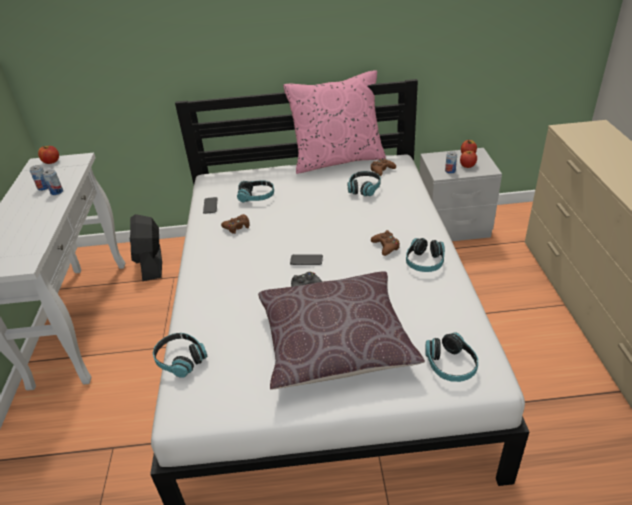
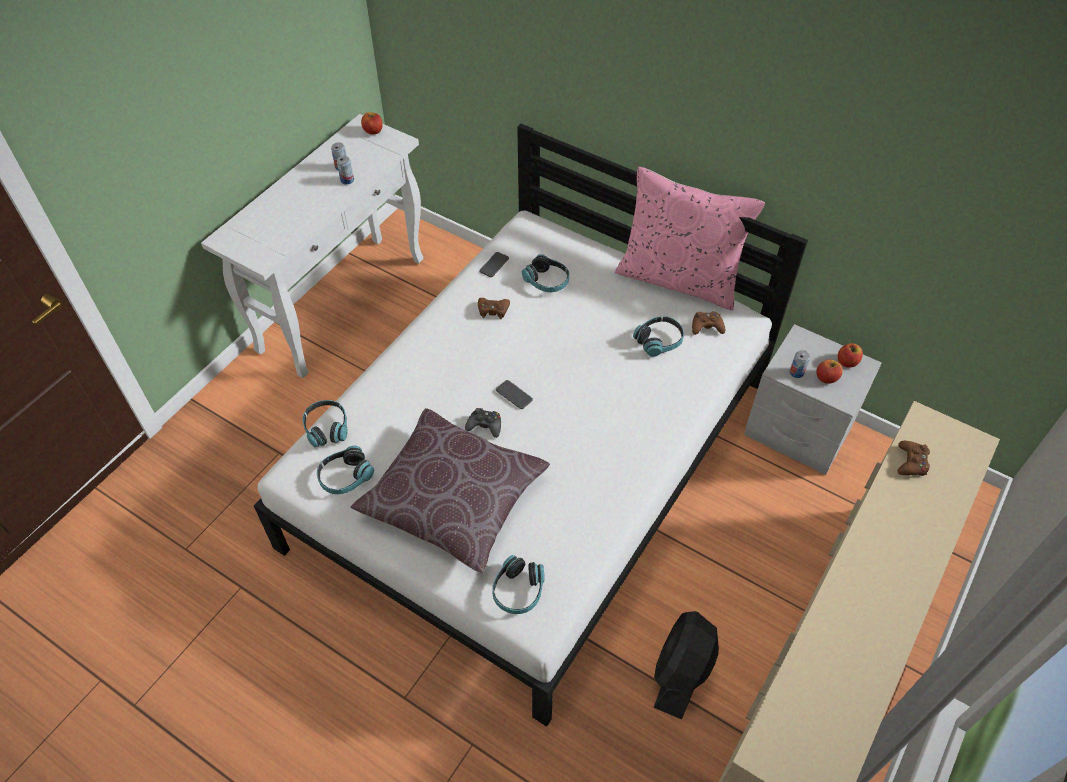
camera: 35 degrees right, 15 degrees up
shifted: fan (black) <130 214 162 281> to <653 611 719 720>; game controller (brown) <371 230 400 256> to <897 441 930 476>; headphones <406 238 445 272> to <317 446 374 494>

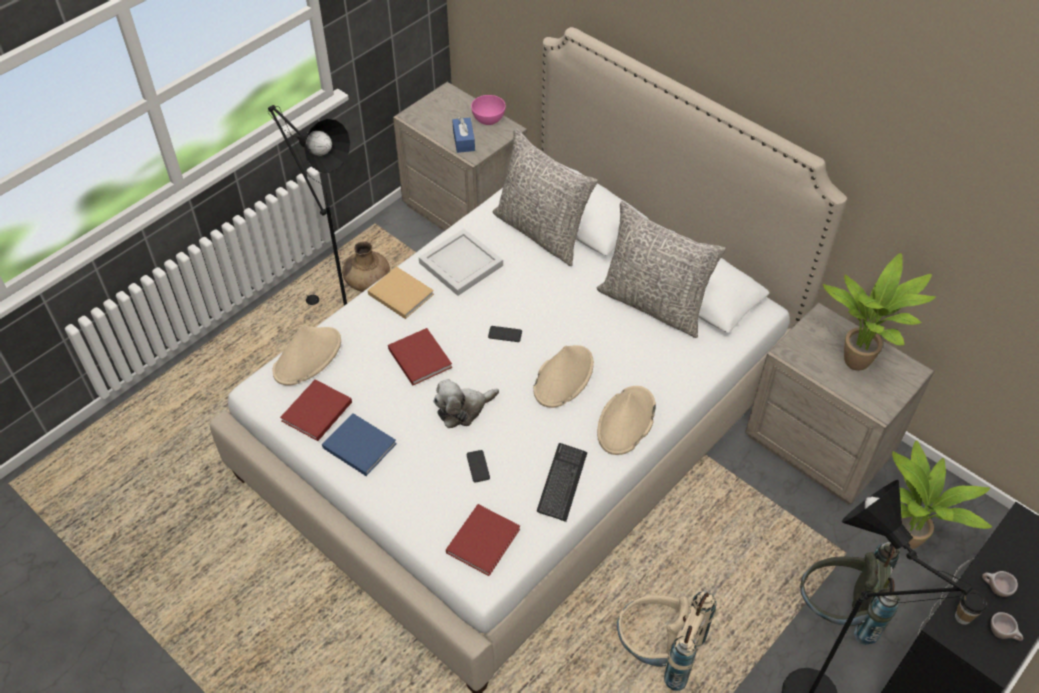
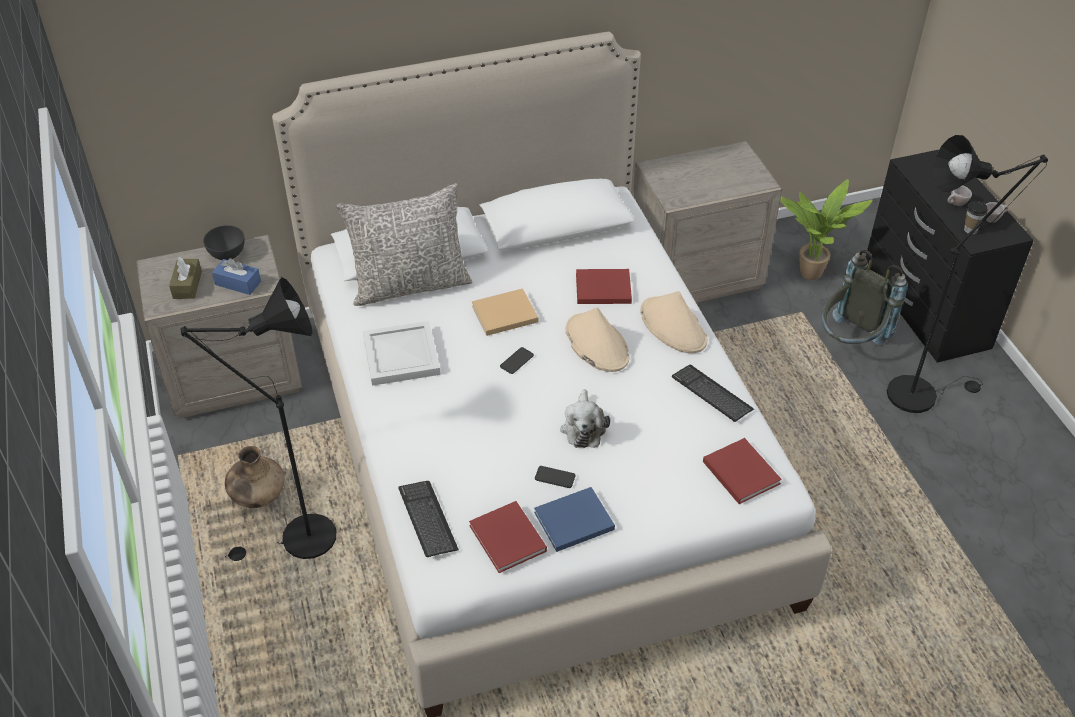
camera: 60 degrees left, 5 degrees down
gone: pillow (grey) <597 201 726 338>; backpack (beige) <617 591 717 691>; potted plant <823 253 936 371>
new: tissue box (brown) <169 257 202 299>
shifted: book (beige) <367 266 434 319> to <472 288 538 336>; book (red) <388 328 452 386> to <576 269 632 304>; phone <467 450 490 482> to <535 466 575 488>
swapped: hat (beige) <272 325 341 386> to keyboard <399 481 459 557>
repainted: bowl (pink) <471 95 506 125> to bowl (grey) <203 225 245 260>

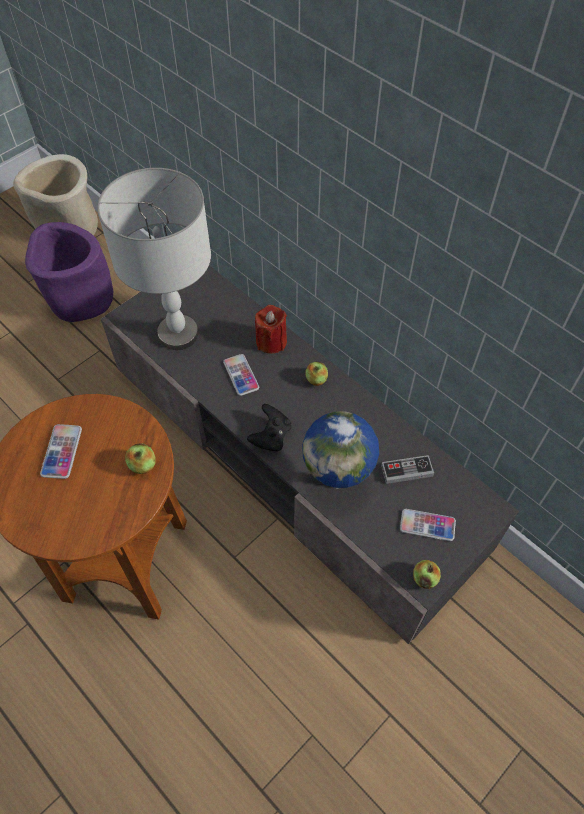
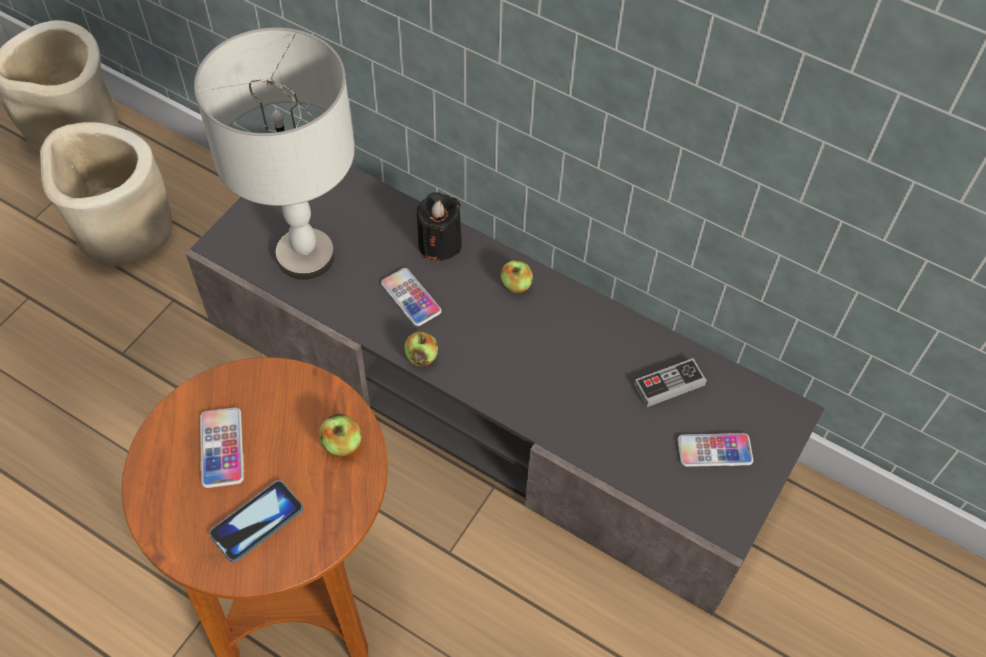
camera: 15 degrees left, 0 degrees up
gone: game controller (black) <247 404 291 451>; globe <302 411 379 489>
new: phone <209 480 303 562>
shifted: apple <413 560 441 589> to <404 331 438 366>
repainted: planter (purple) <25 222 113 322> to planter (beige) <40 122 172 267>; candle (red) <255 305 287 354> to candle (black) <417 192 462 261>

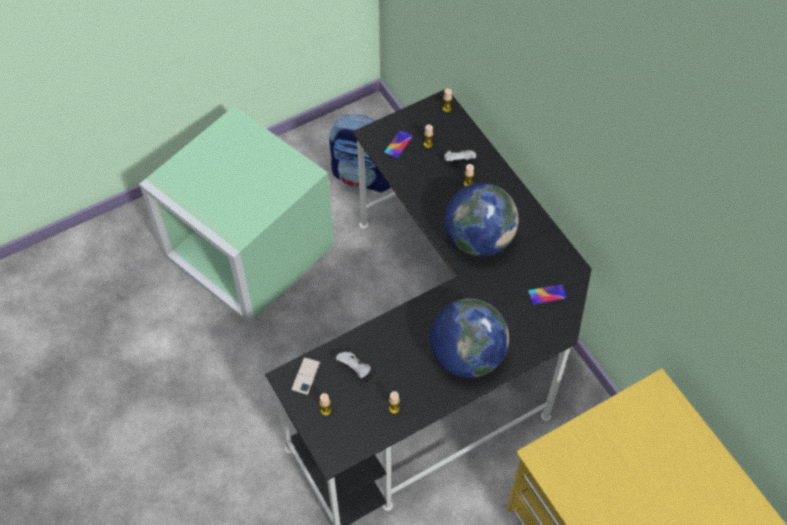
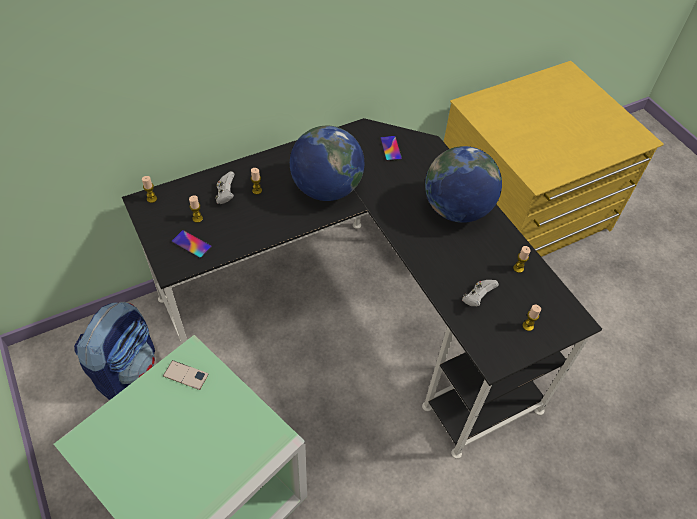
camera: 90 degrees left, 5 degrees down
shifted: phone <291 357 321 395> to <163 360 209 390>

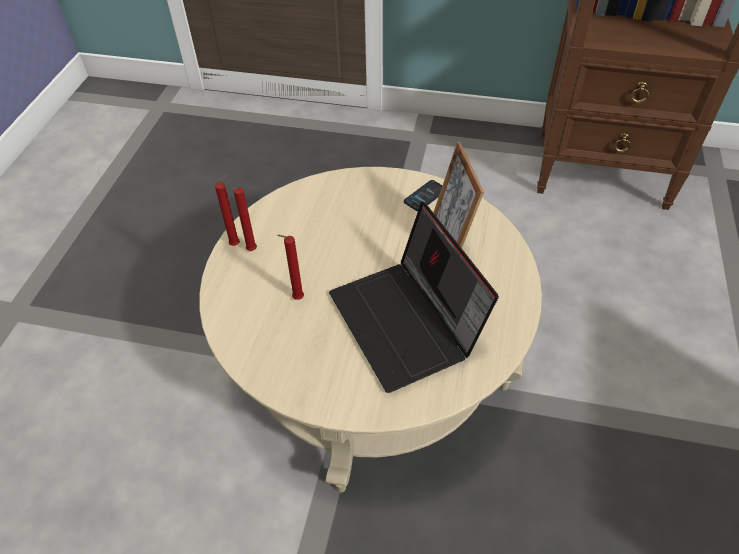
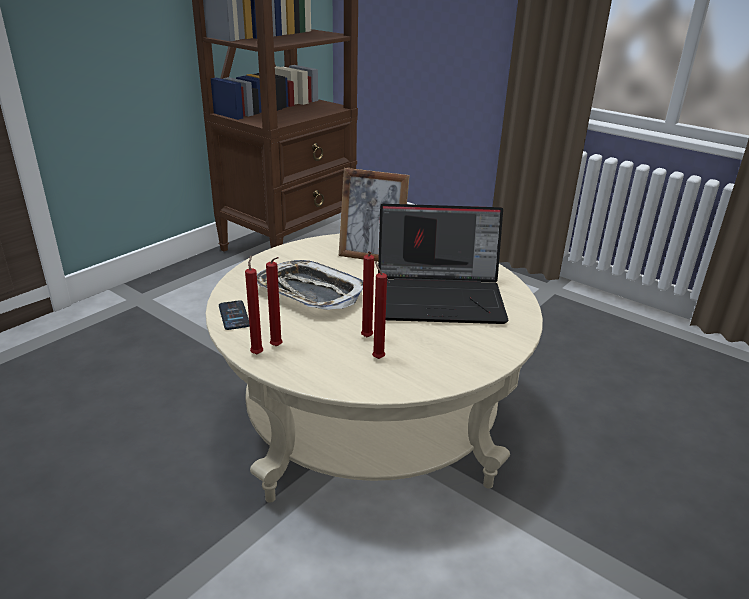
camera: 65 degrees left, 20 degrees down
new: tray <257 260 363 310>; candle (red) <372 261 387 359>
shifted: phone <404 180 443 211> to <219 300 249 330>

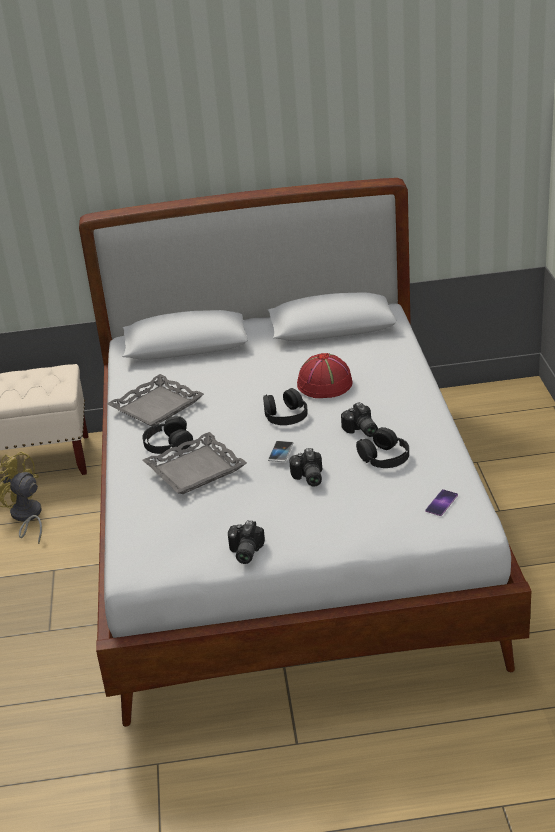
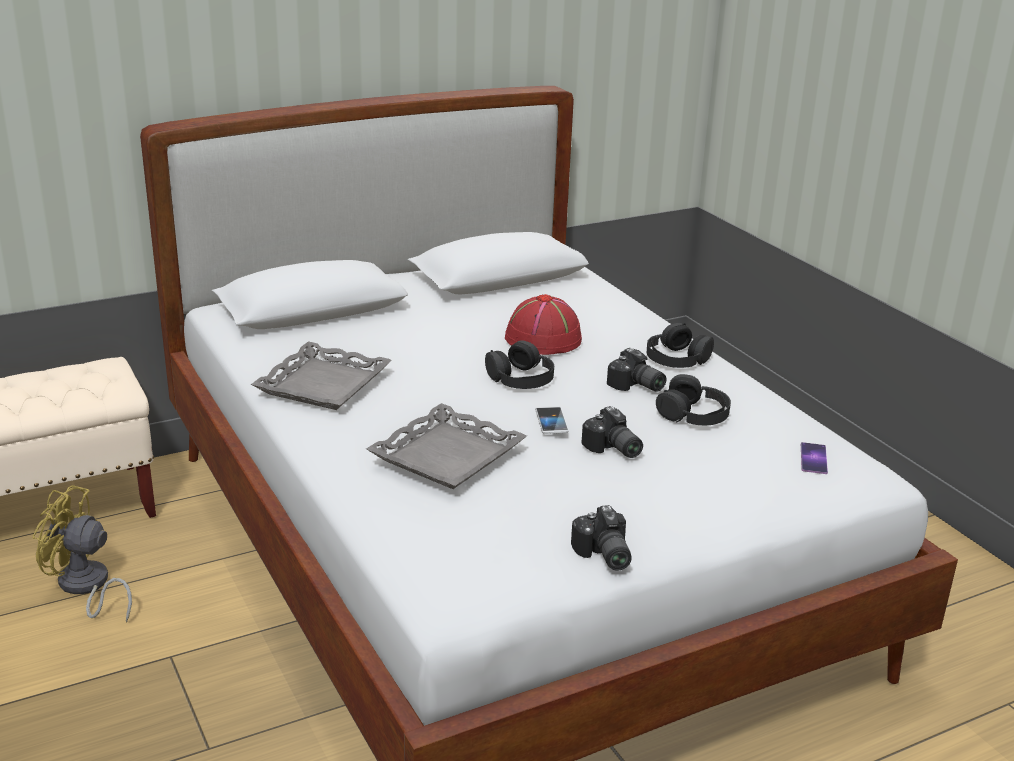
camera: 25 degrees left, 5 degrees down
shifted: headphones (black) <142 416 193 454> to <647 323 714 368>

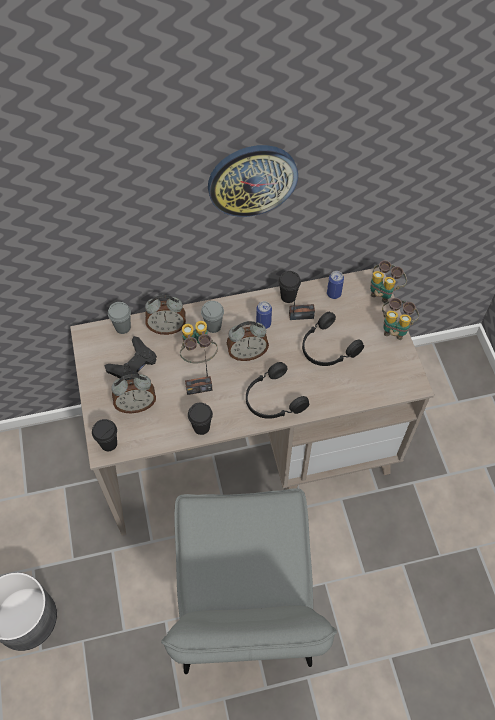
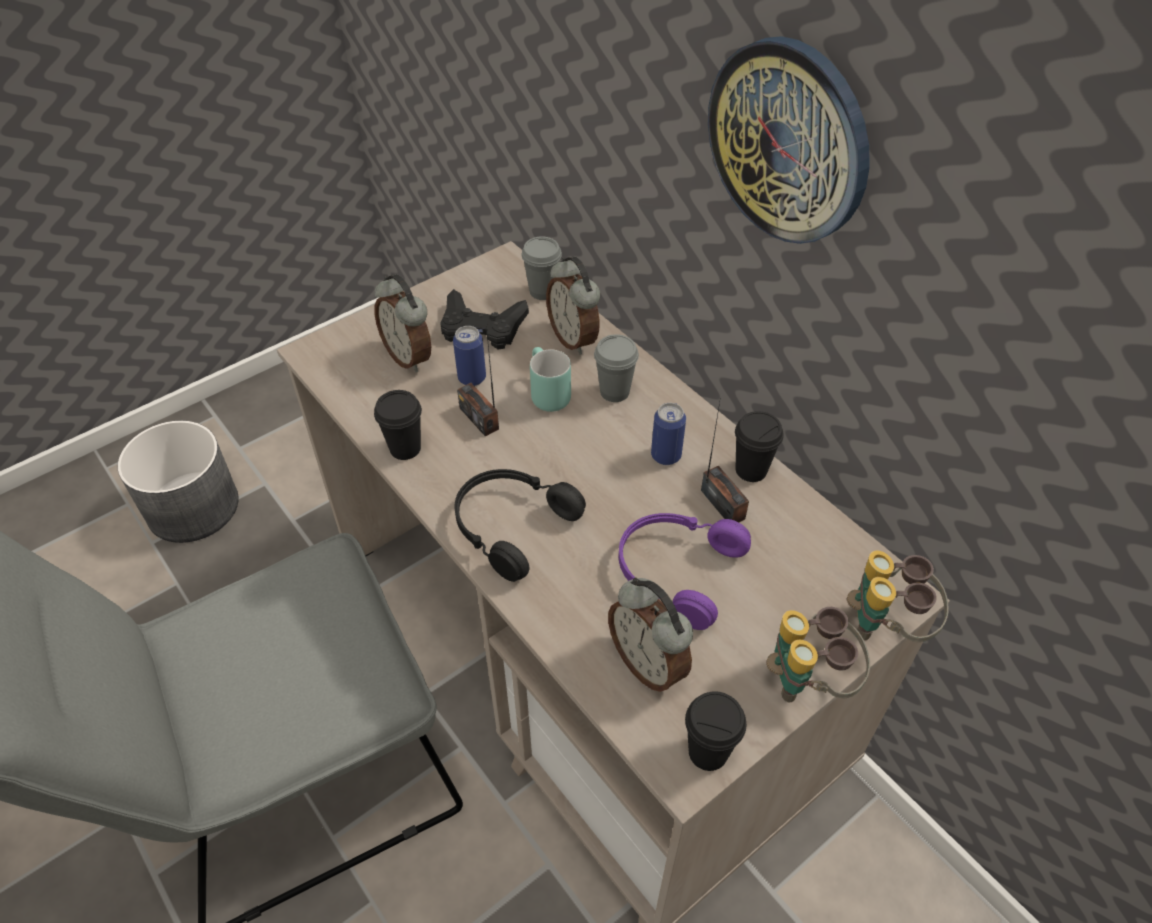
camera: 65 degrees right, 10 degrees down
shifted: cup (black) <92 419 117 451> to <685 691 746 771>; alarm clock <227 321 269 361> to <608 577 693 692>; can <327 271 344 299> to <453 326 486 386>
swapped: binoculars <180 321 218 364> to mug (turquoise) <530 347 571 412>
repainted: headphones (black) <302 312 364 366> to headphones (purple) <619 513 751 630>

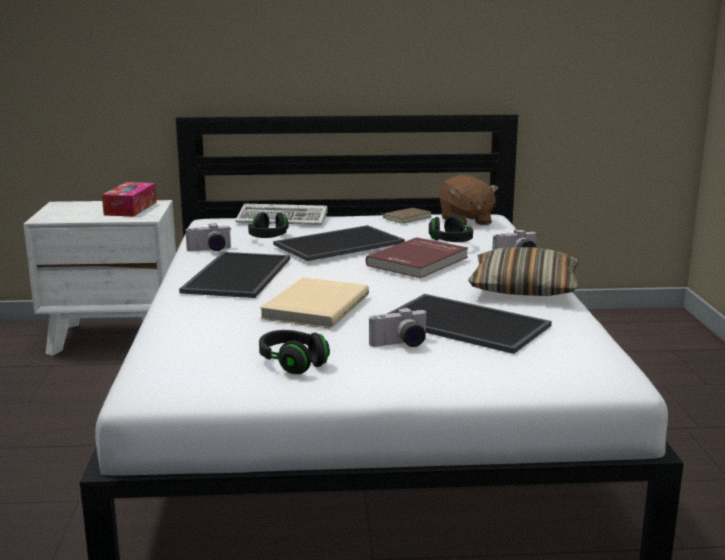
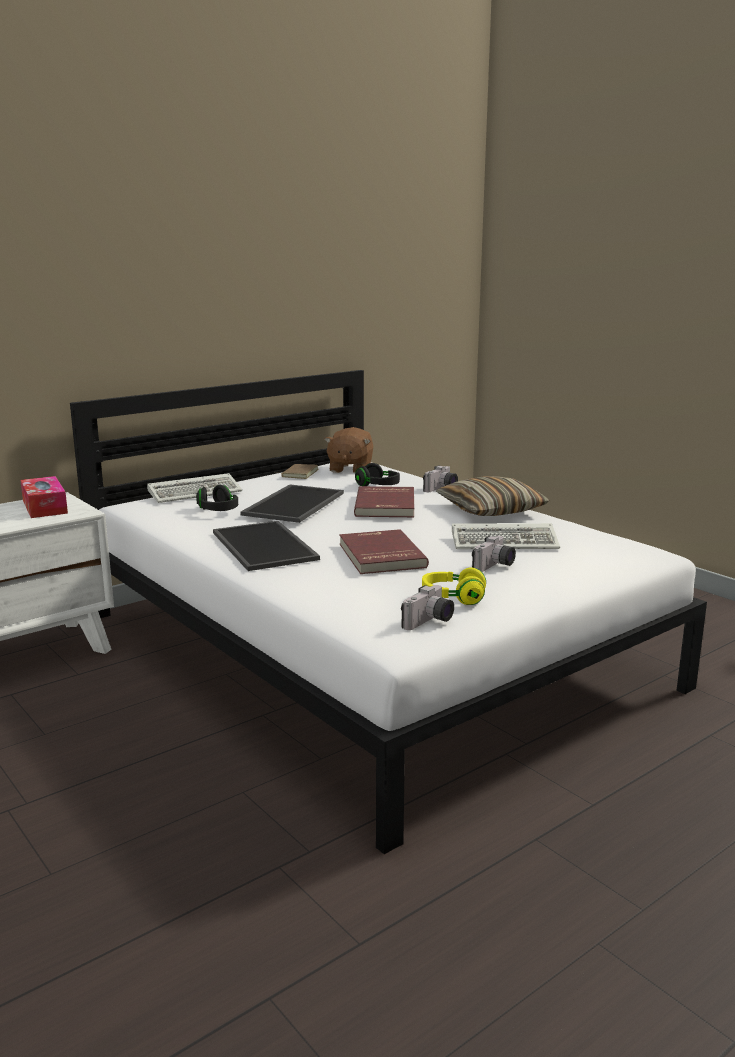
camera: 35 degrees left, 0 degrees up
shifted: photo camera <185 223 231 251> to <401 585 454 630>
swapped: tray <387 294 552 354> to keyboard <452 523 560 549>
repainted: headphones (black) <259 330 330 374> to headphones (yellow) <422 567 486 605>; book (beige) <260 277 369 329> to book (red) <339 529 429 574>
rotated: plush toy (brown) <439 175 498 226> = <324 427 373 473> 60 degrees clockwise

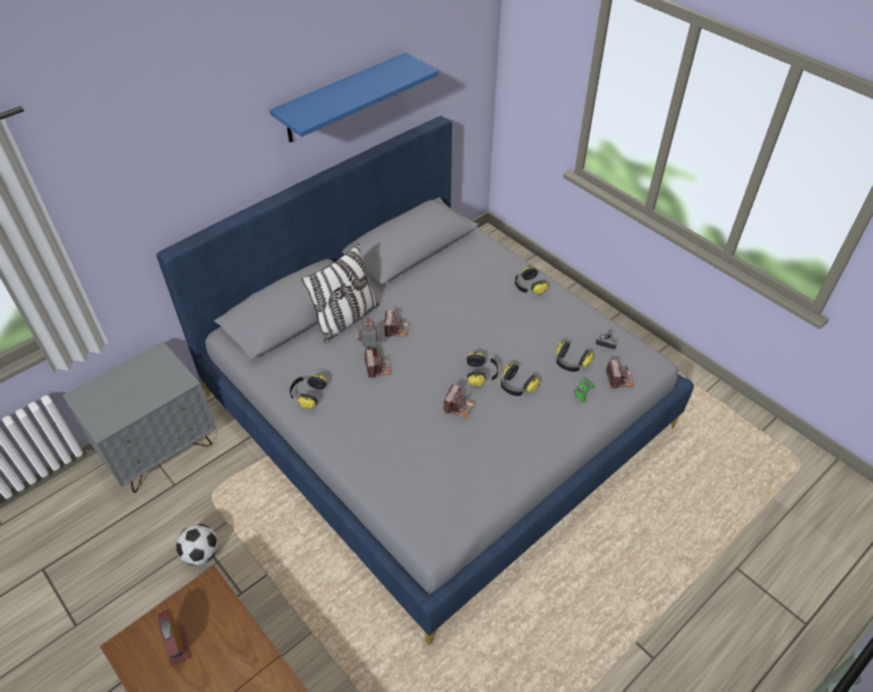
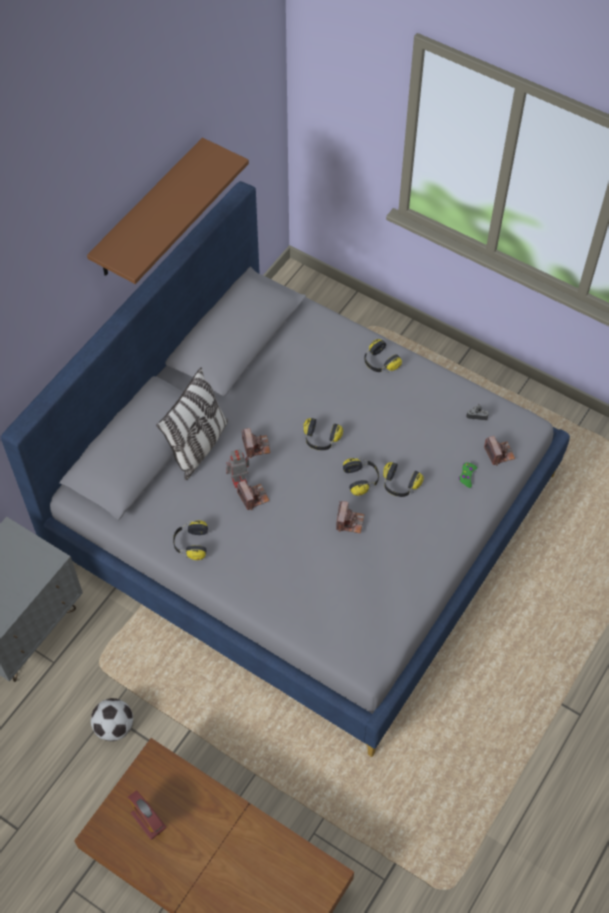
camera: 15 degrees left, 10 degrees up
shifted: headphones <556 341 594 372> to <304 418 343 451>
repainted: shelf (blue) <269 52 439 142> to shelf (brown) <87 137 249 284>

